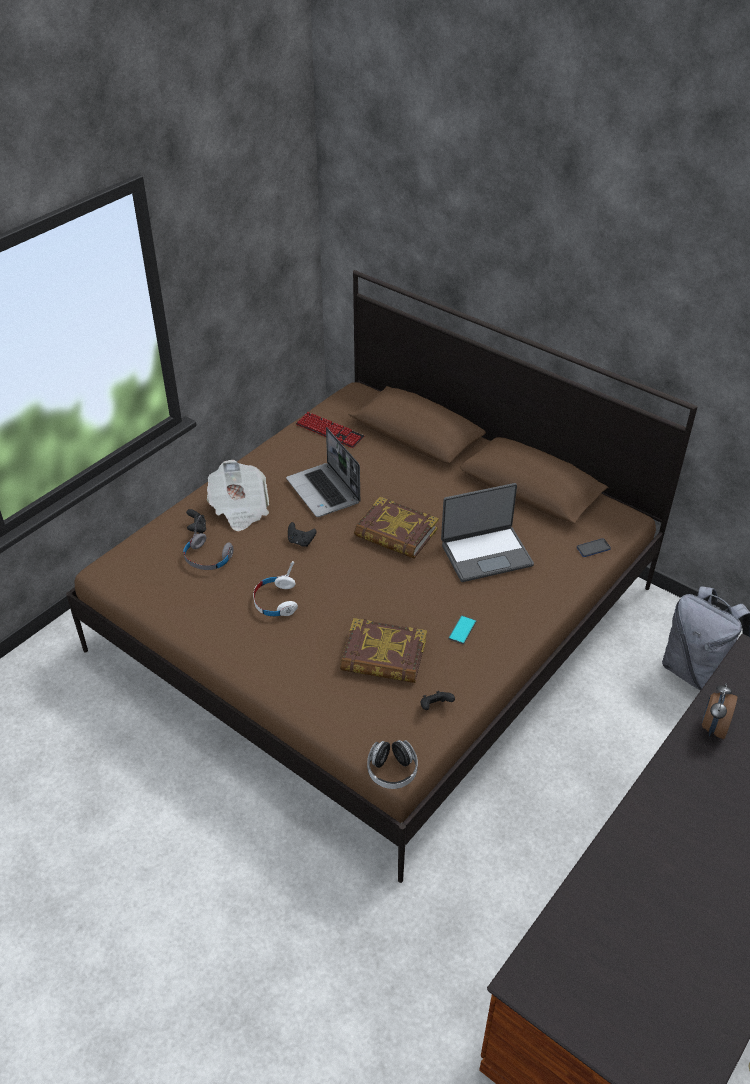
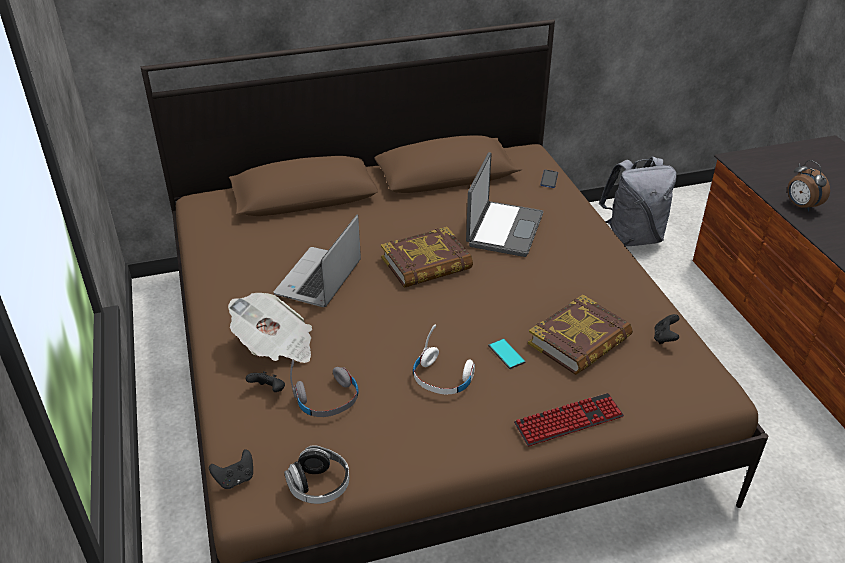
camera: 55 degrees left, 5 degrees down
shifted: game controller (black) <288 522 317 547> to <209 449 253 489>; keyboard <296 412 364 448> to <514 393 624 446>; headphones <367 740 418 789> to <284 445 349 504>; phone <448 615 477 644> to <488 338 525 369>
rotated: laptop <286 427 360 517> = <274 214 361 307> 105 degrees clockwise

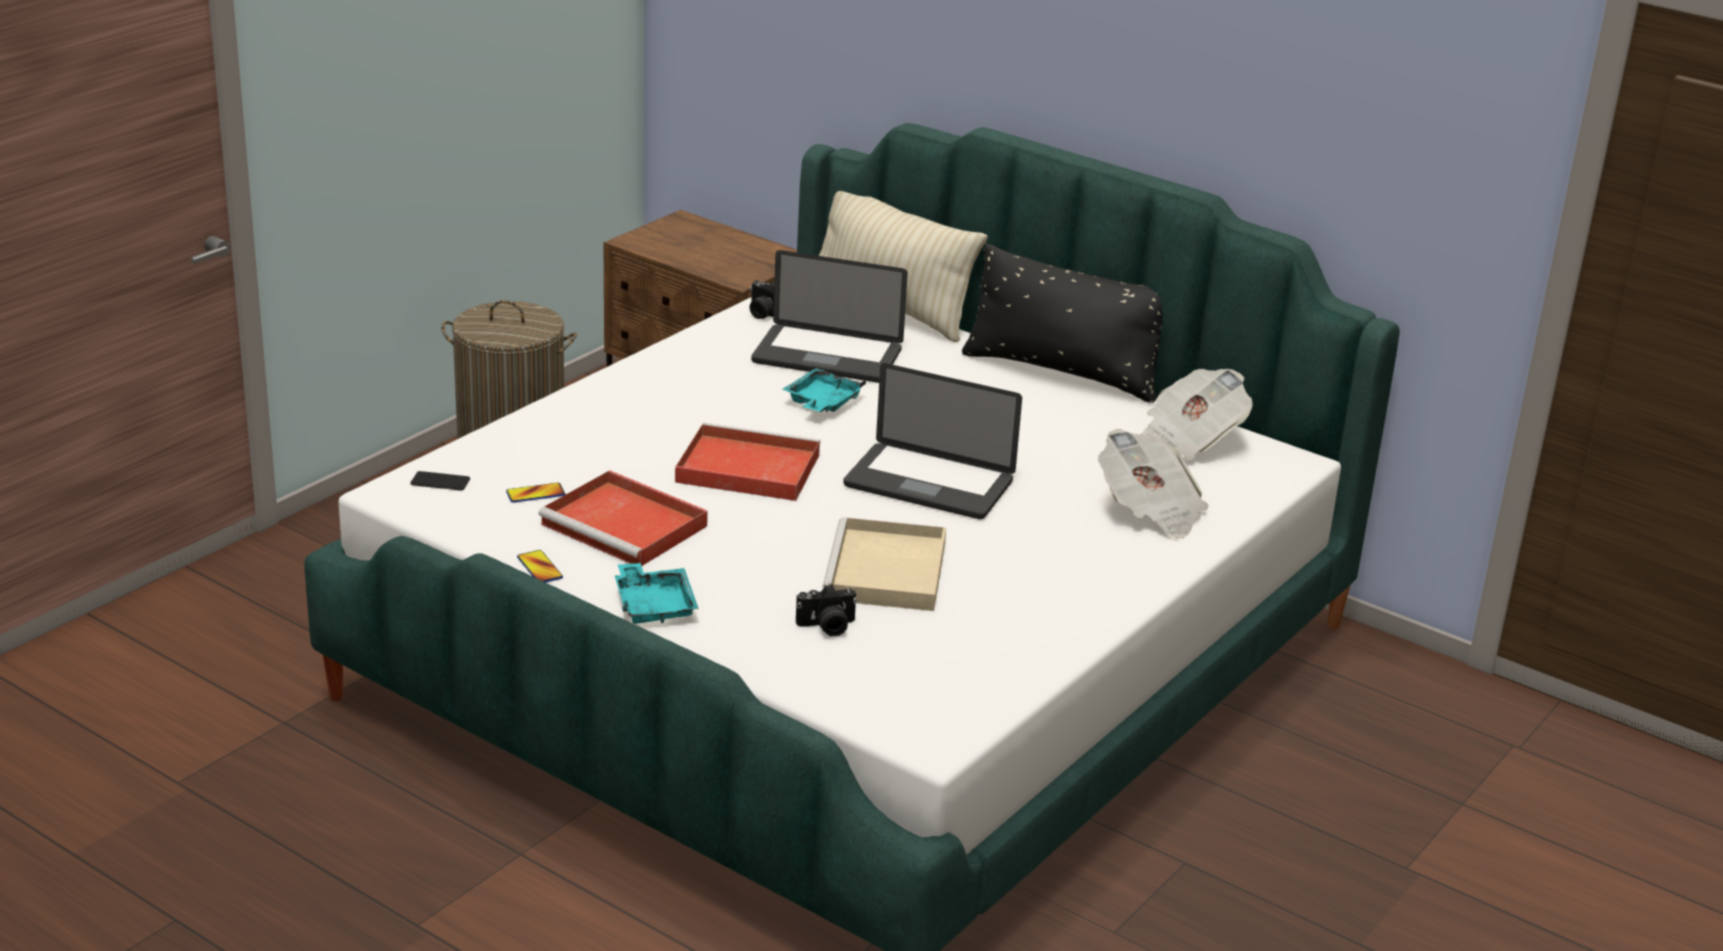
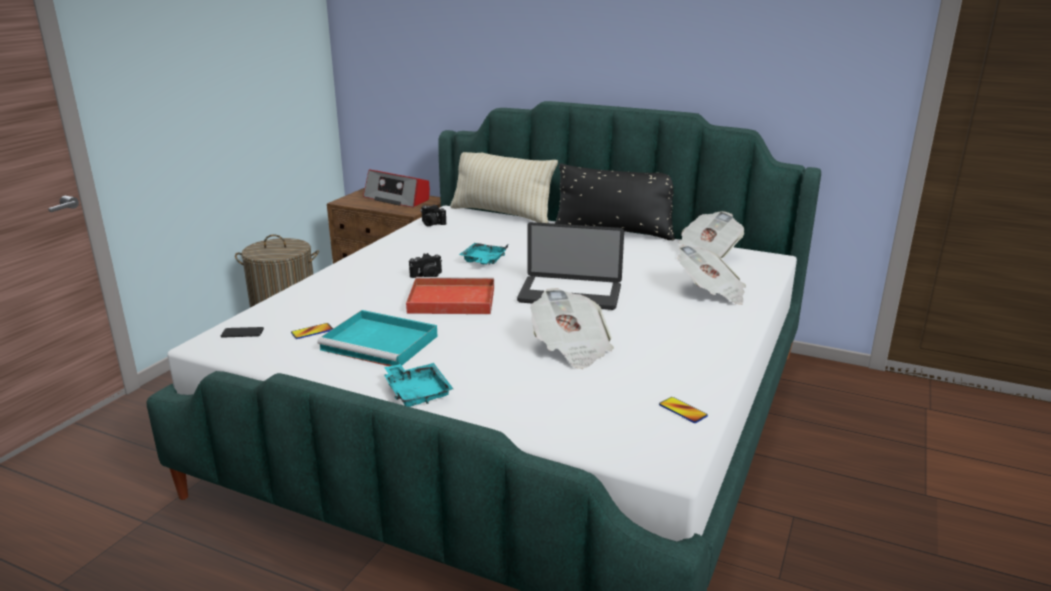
camera: 10 degrees left, 5 degrees down
gone: laptop <751 250 908 383>
new: radio <363 170 430 208>
shifted: phone <517 550 563 582> to <659 397 708 423>; photo camera <796 584 857 637> to <409 253 442 278>
swapped: tray (beige) <823 517 946 611> to newspaper <530 288 614 369>
repainted: tray (red) <539 470 708 566> to tray (turquoise) <317 310 438 366>

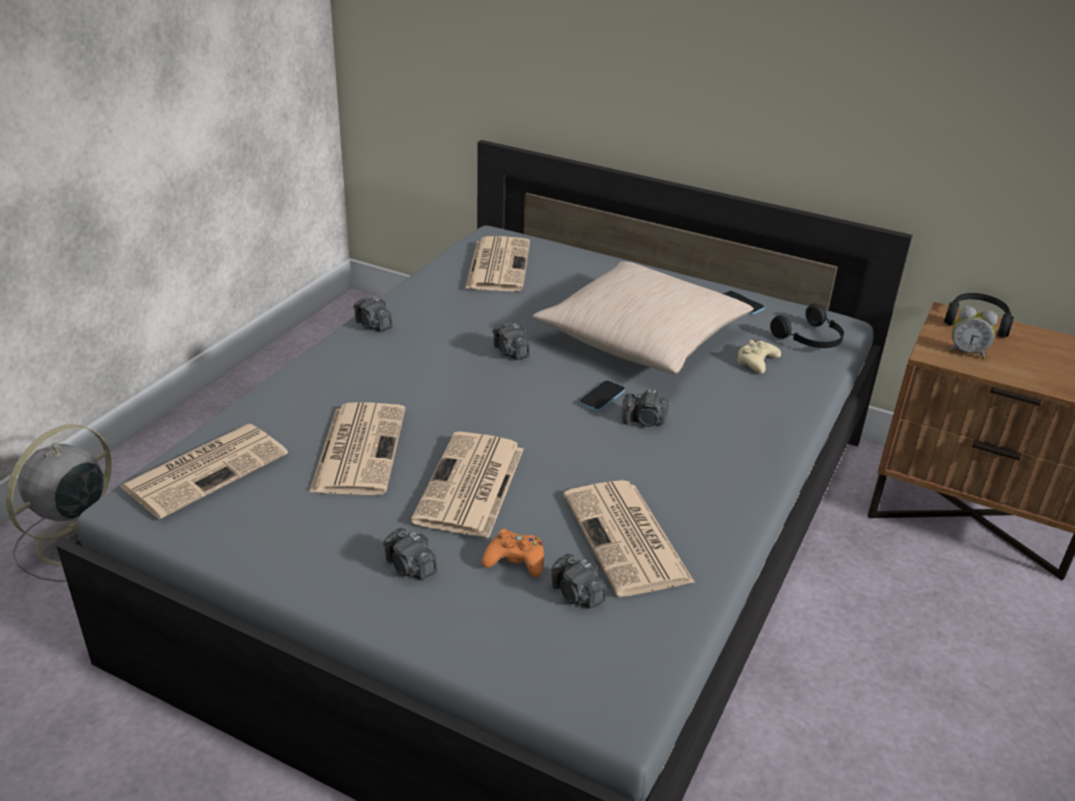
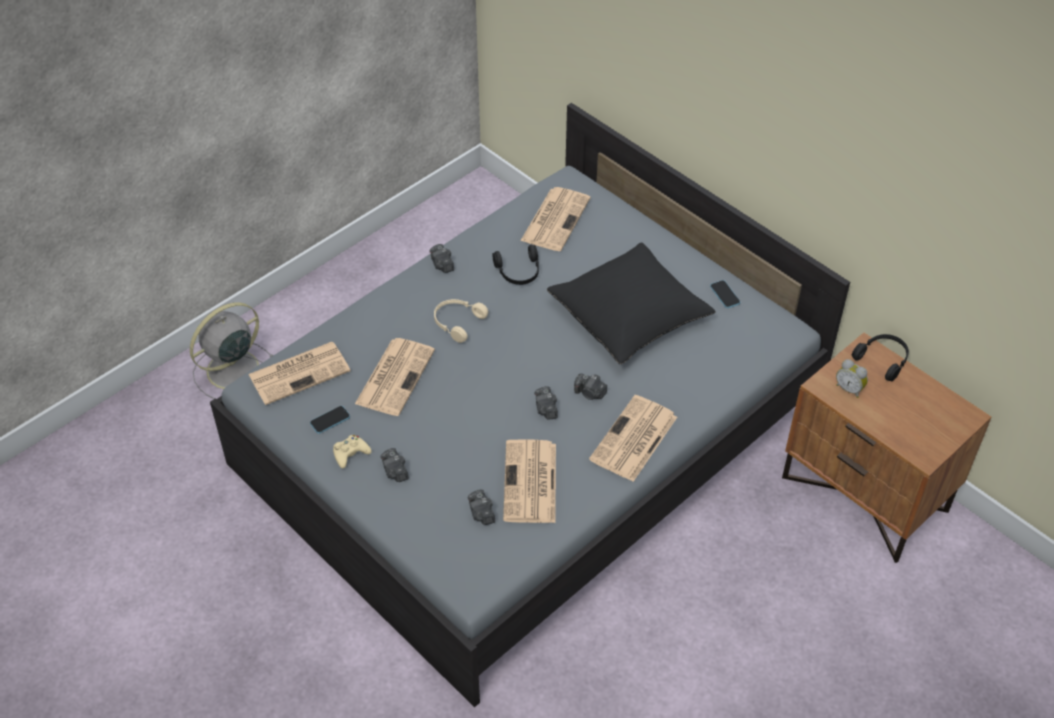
camera: 20 degrees right, 15 degrees up
gone: game controller (orange) <482 529 544 577>
new: headphones (beige) <434 299 488 343>
shifted: newspaper <411 431 524 538> to <589 395 677 482>; photo camera <492 322 530 360> to <534 386 558 420>; phone <579 380 625 412> to <310 406 350 434>; game controller (beige) <736 339 781 374> to <333 435 372 469>; headphones (black) <770 304 844 348> to <492 245 539 285>
repainted: pillow (beige) <532 261 754 374> to pillow (black) <547 242 716 364>

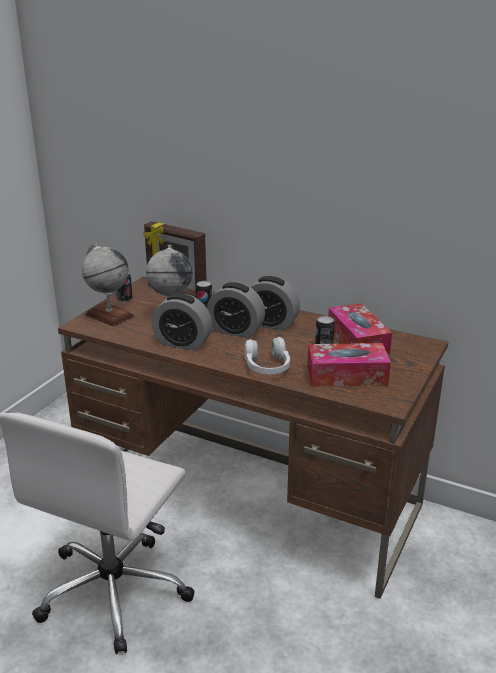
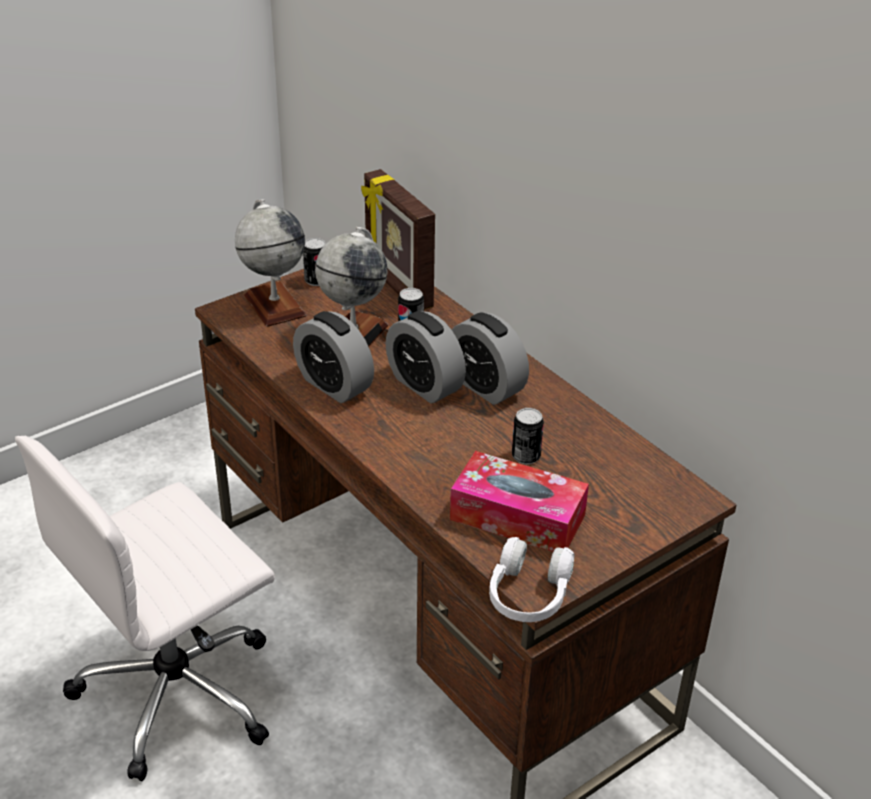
camera: 25 degrees right, 10 degrees up
gone: tissue box <328 303 392 355>
shifted: headphones (white) <244 337 290 375> to <489 537 575 622>

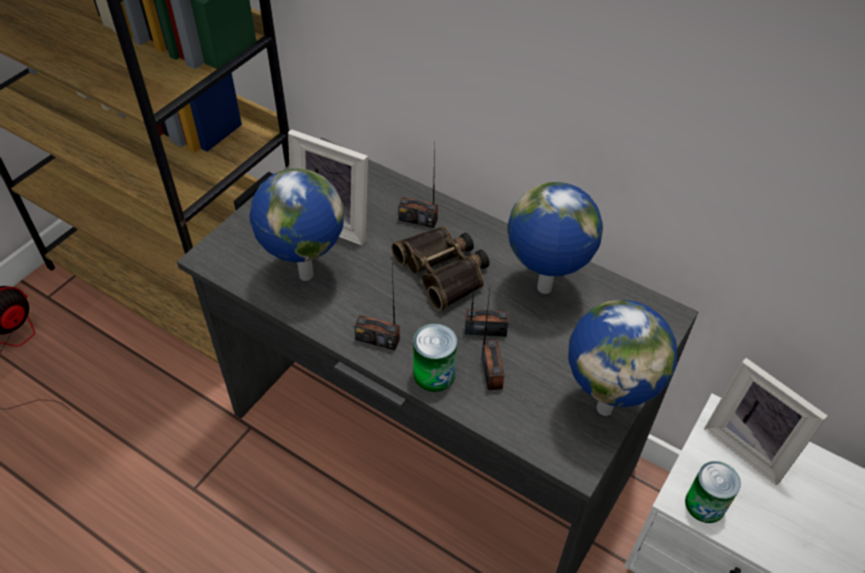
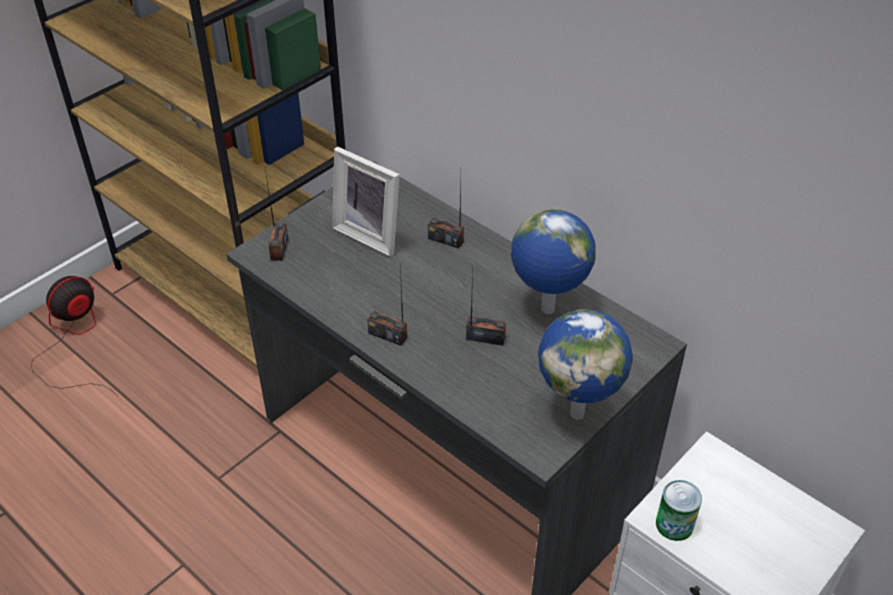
camera: 10 degrees right, 5 degrees down
gone: globe <249 169 344 281>; binoculars <391 226 489 311>; can <413 324 457 392>; picture frame <704 358 828 485>
shifted: radio <482 289 504 390> to <265 169 288 261>

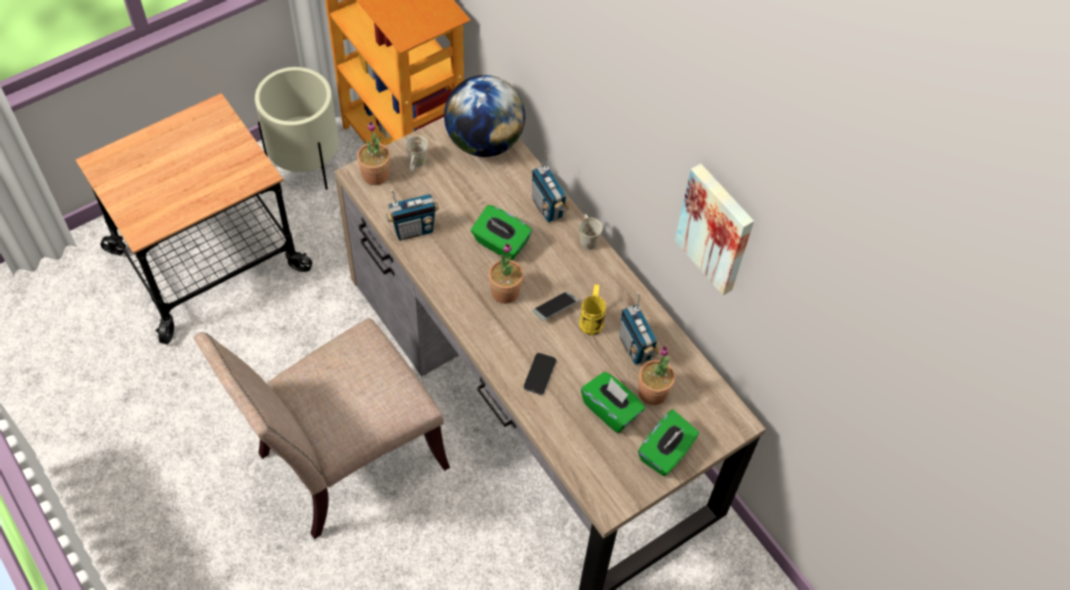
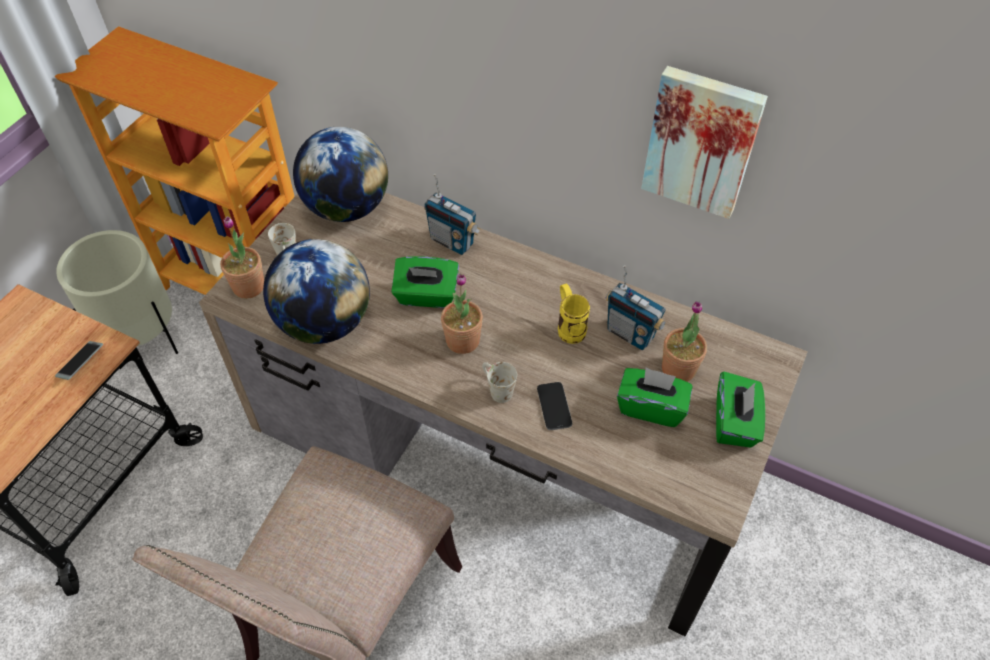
camera: 25 degrees left, 5 degrees down
shifted: phone <532 291 579 321> to <55 341 103 380>; mug (white) <579 214 603 250> to <482 362 517 403>
swapped: radio <386 190 439 241> to globe <263 239 370 344>

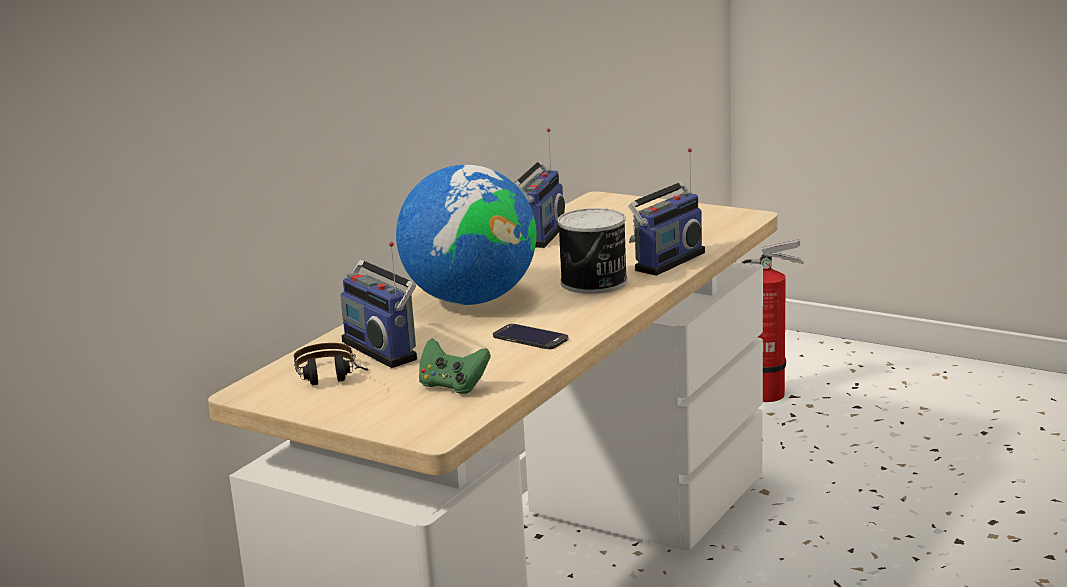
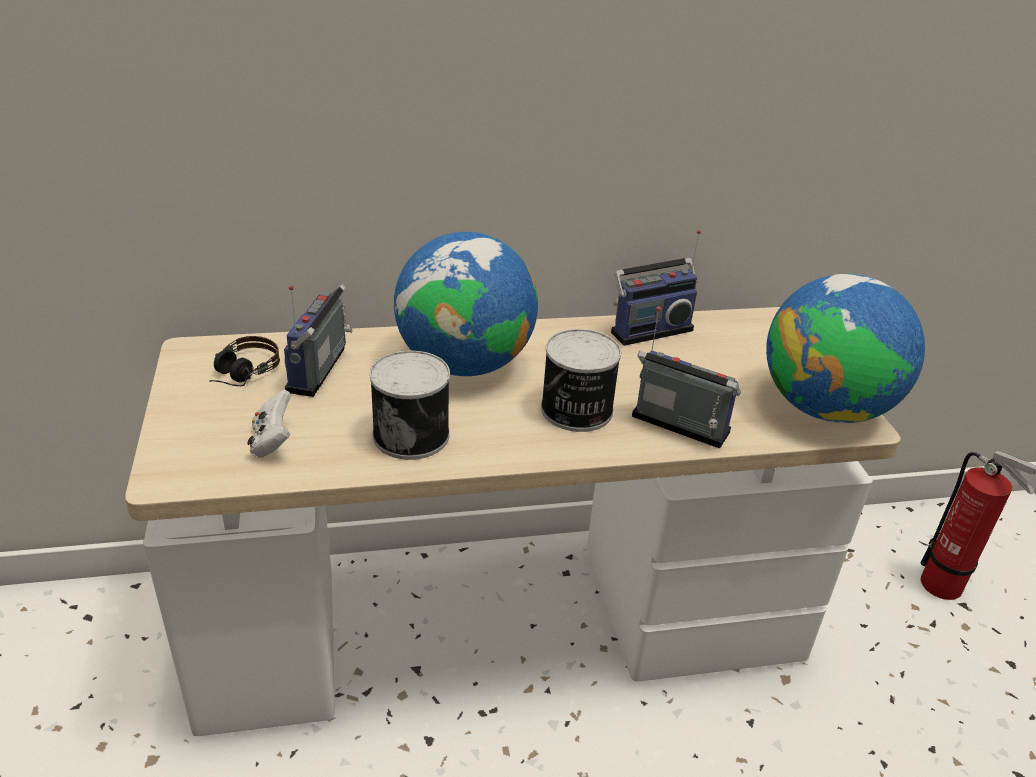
camera: 45 degrees right, 15 degrees up
new: globe <766 274 925 423>
swapped: phone <493 324 568 349> to can <370 350 450 460>
repainted: game controller (green) <419 338 491 394> to game controller (white) <248 390 291 458>
rotated: radio <628 148 705 276> = <632 306 741 448> 150 degrees counterclockwise

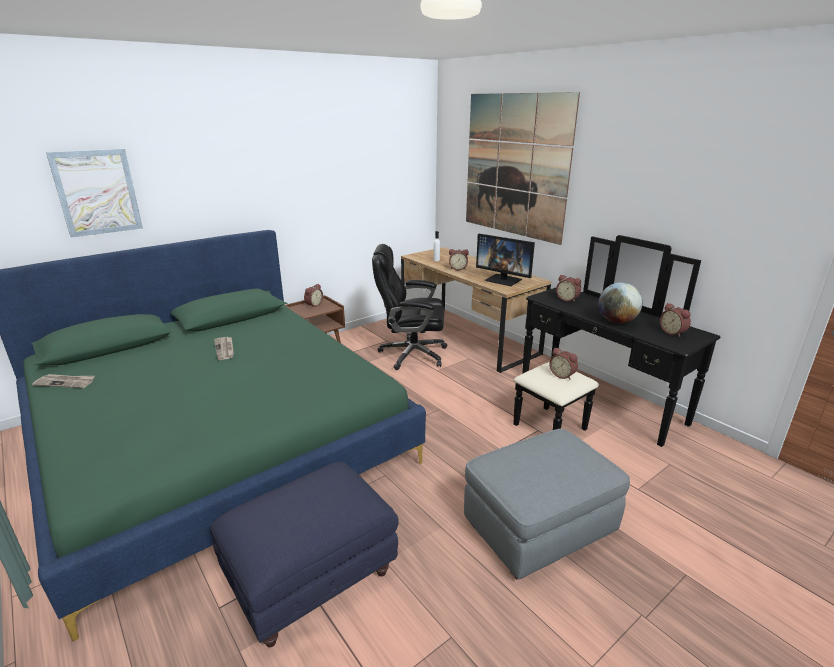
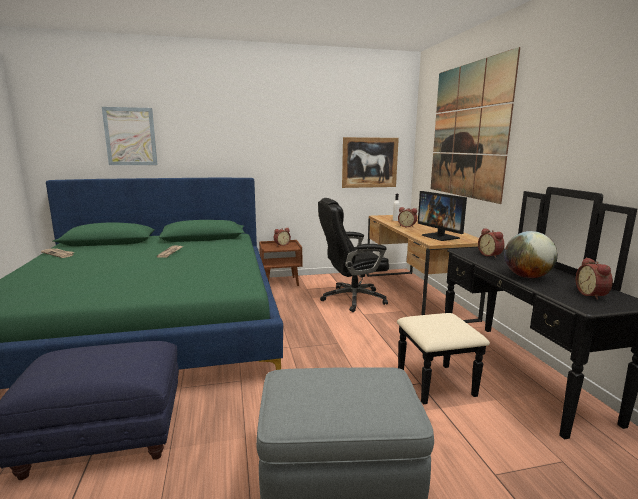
camera: 25 degrees right, 10 degrees down
gone: alarm clock <550 348 578 380>
new: picture <342 137 399 188>
rotated: office chair (black) <372 244 447 370> = <318 198 389 312> 45 degrees counterclockwise

